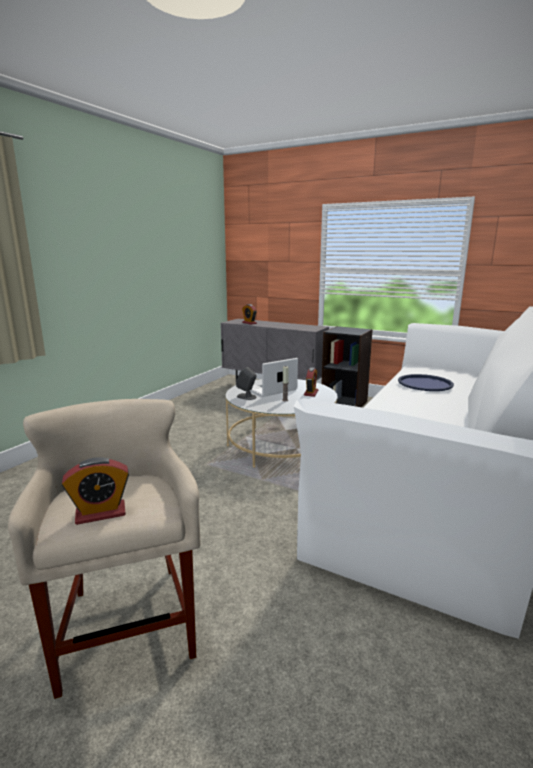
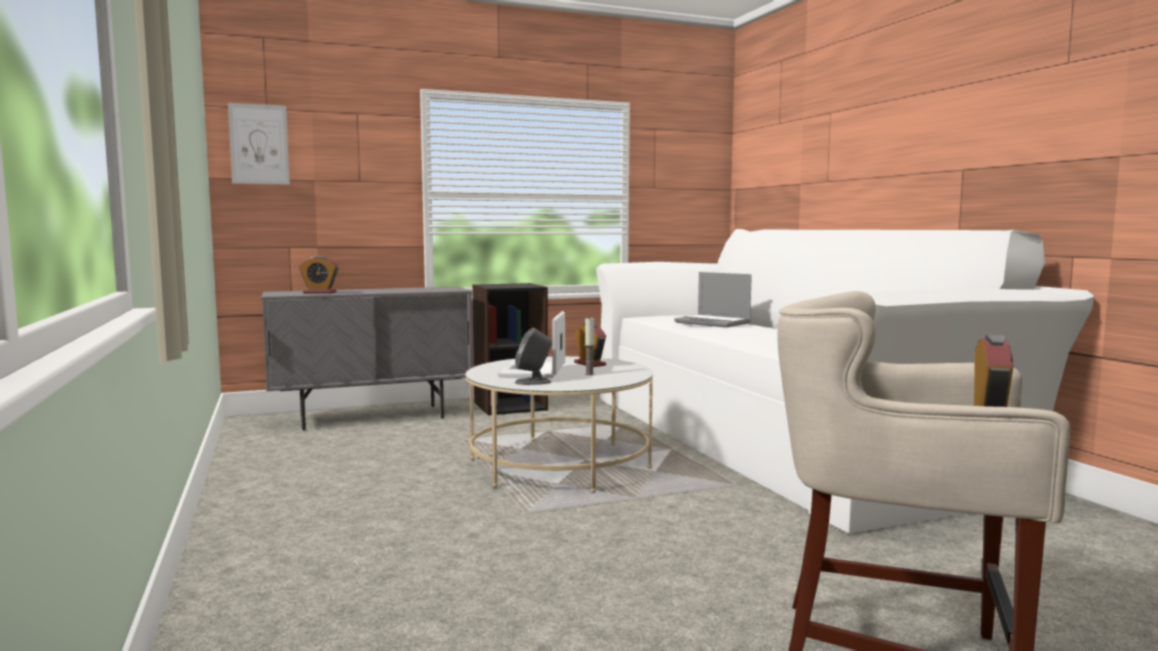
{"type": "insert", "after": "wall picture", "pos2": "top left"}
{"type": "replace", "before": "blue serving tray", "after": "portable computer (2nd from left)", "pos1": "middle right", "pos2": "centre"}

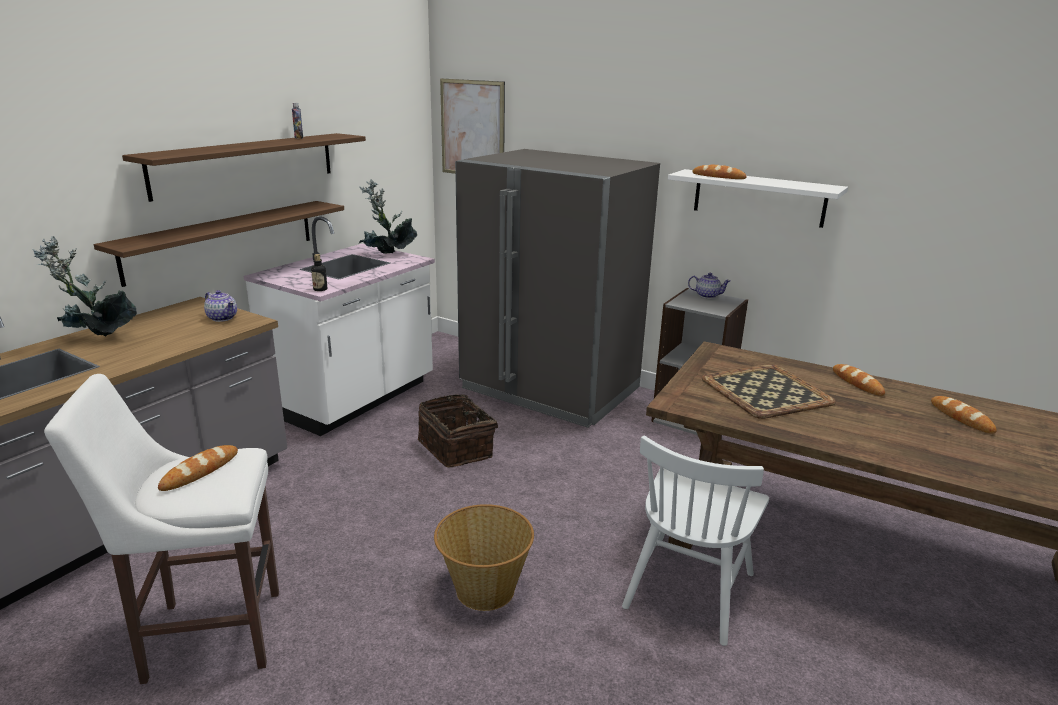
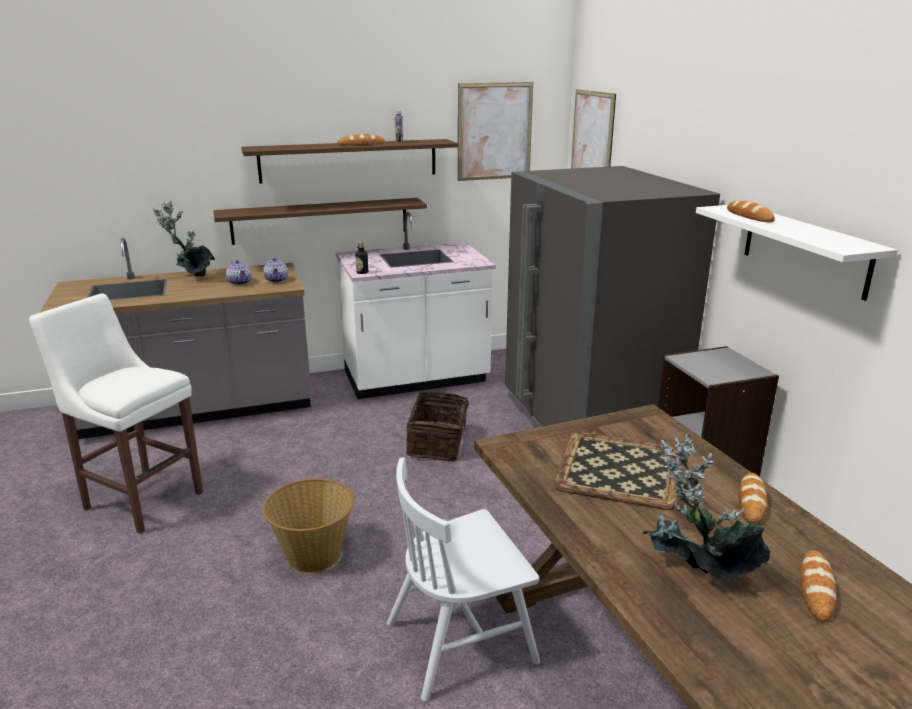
{"type": "move", "before": "tea pot (2nd from left in the first image)", "after": "tea pot (1st from left)", "pos1": "middle right", "pos2": "middle left"}
{"type": "move", "before": "baked bread (1st from left)", "pos1": "middle left", "pos2": "top centre"}
{"type": "insert", "after": "wall picture (1st from left)", "pos2": "top centre"}
{"type": "move", "before": "plant in a pot (2nd from left)", "pos1": "top centre", "pos2": "bottom right"}

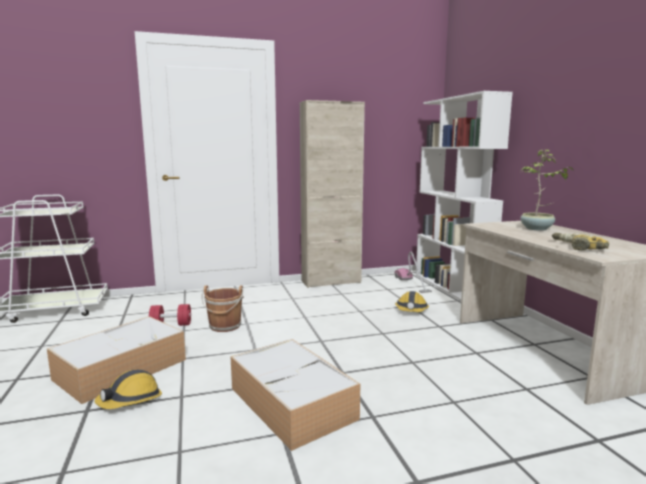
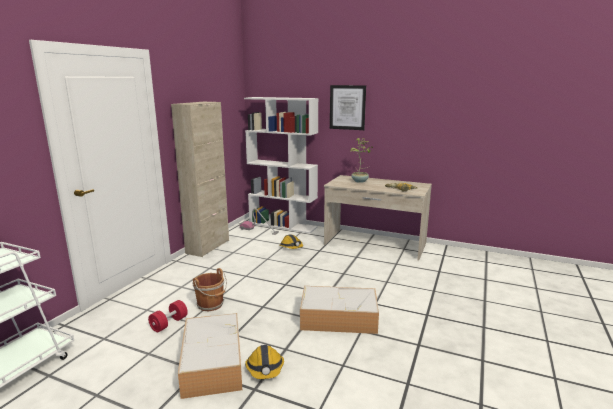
{"type": "insert", "after": "wall picture", "pos2": "top centre"}

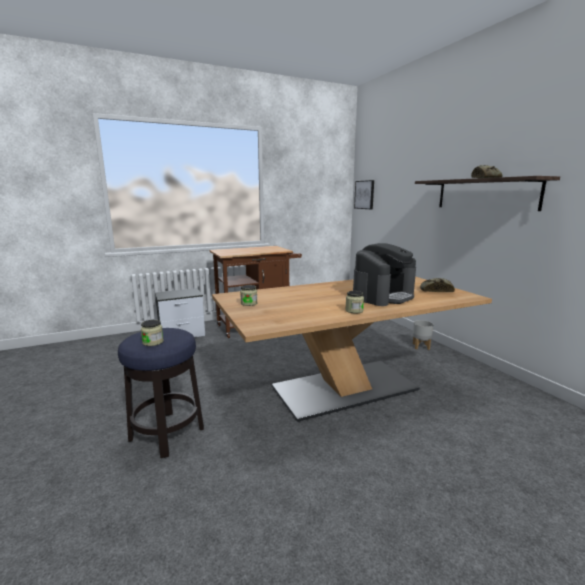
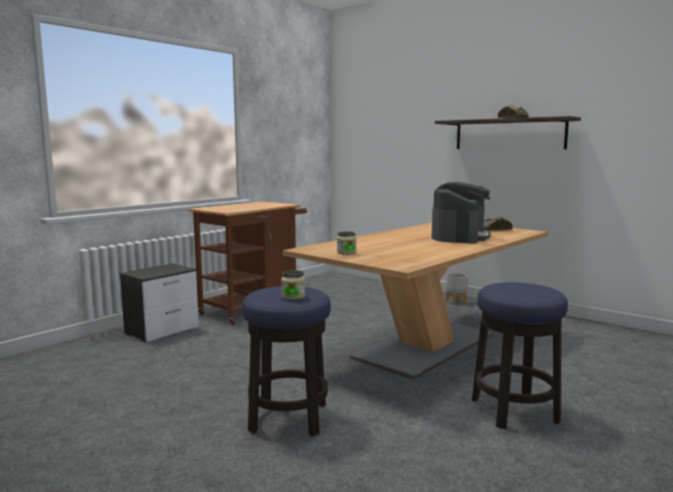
{"type": "insert", "after": "stool (2nd from left)", "pos2": "bottom right"}
{"type": "delete", "before": "jar (3rd from left)", "pos1": "centre"}
{"type": "delete", "before": "wall picture", "pos1": "top centre"}

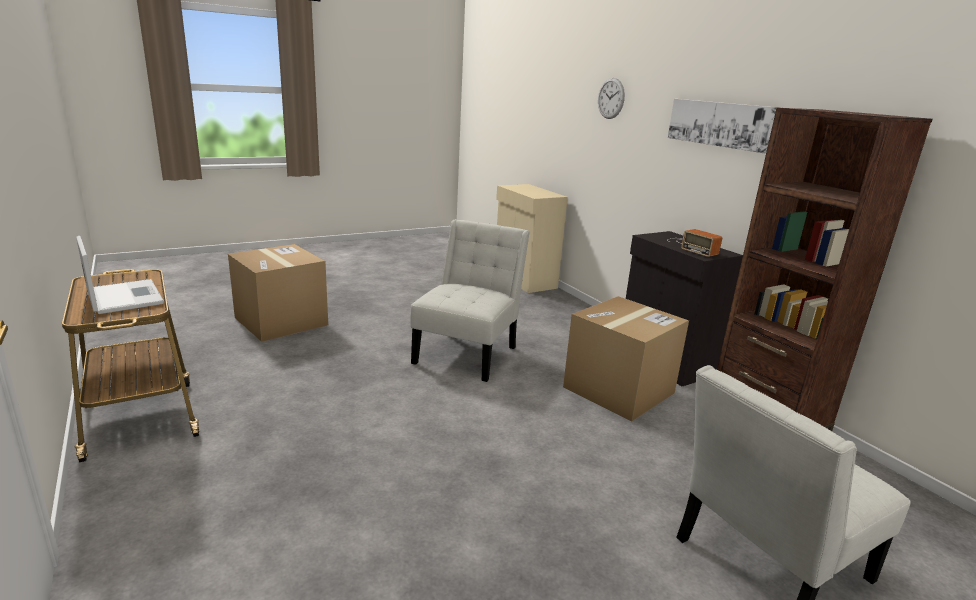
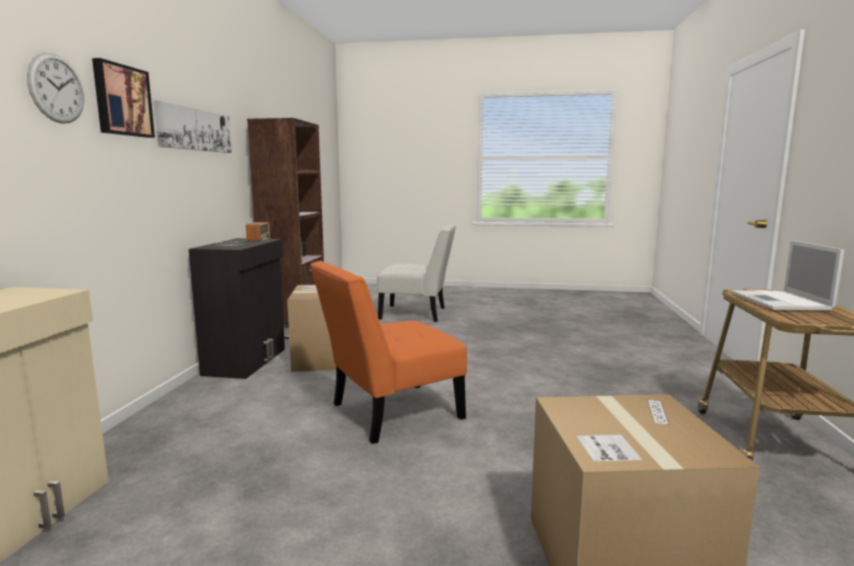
{"type": "insert", "after": "wall picture (1st from left)", "pos2": "top left"}
{"type": "recolor", "before": "whitish chair (1st from left)", "after": "orange chair", "pos1": "centre", "pos2": "centre"}

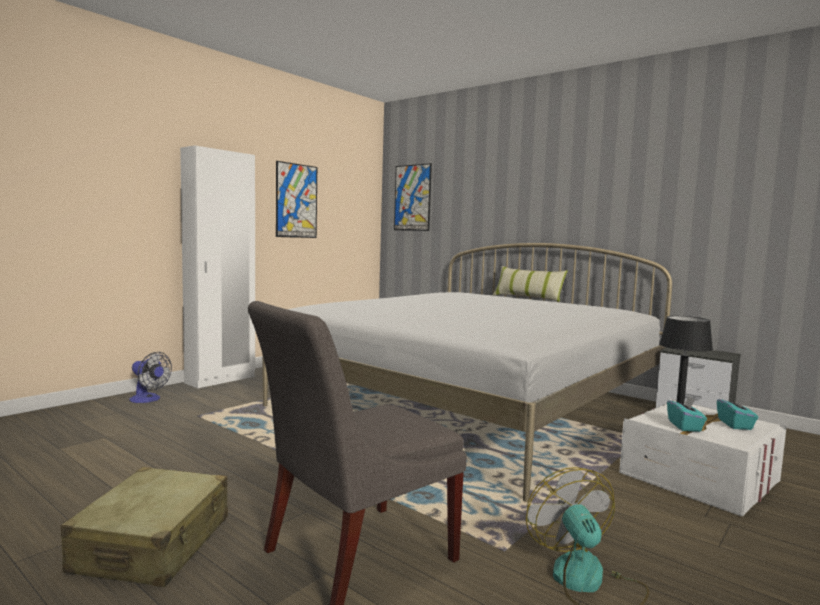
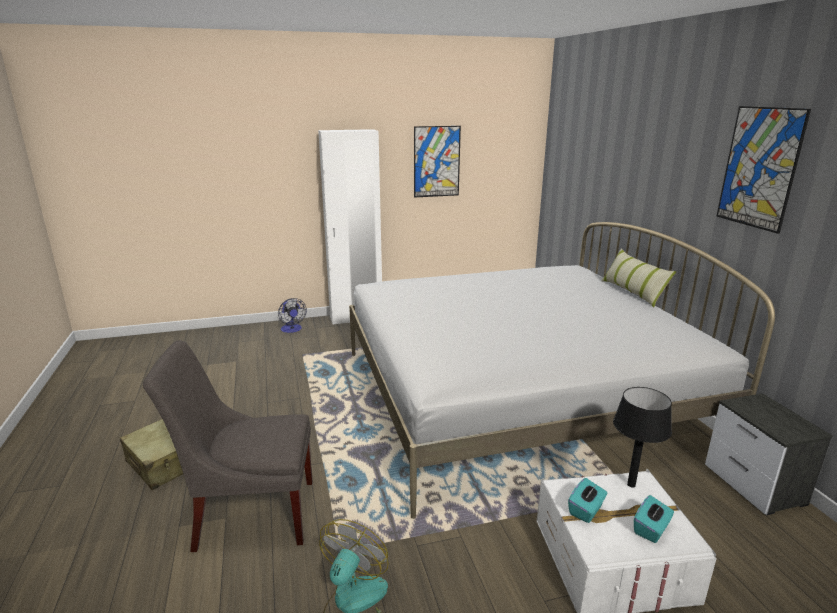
{"type": "move", "before": "wall picture (2nd from left)", "pos1": "top centre", "pos2": "top right"}

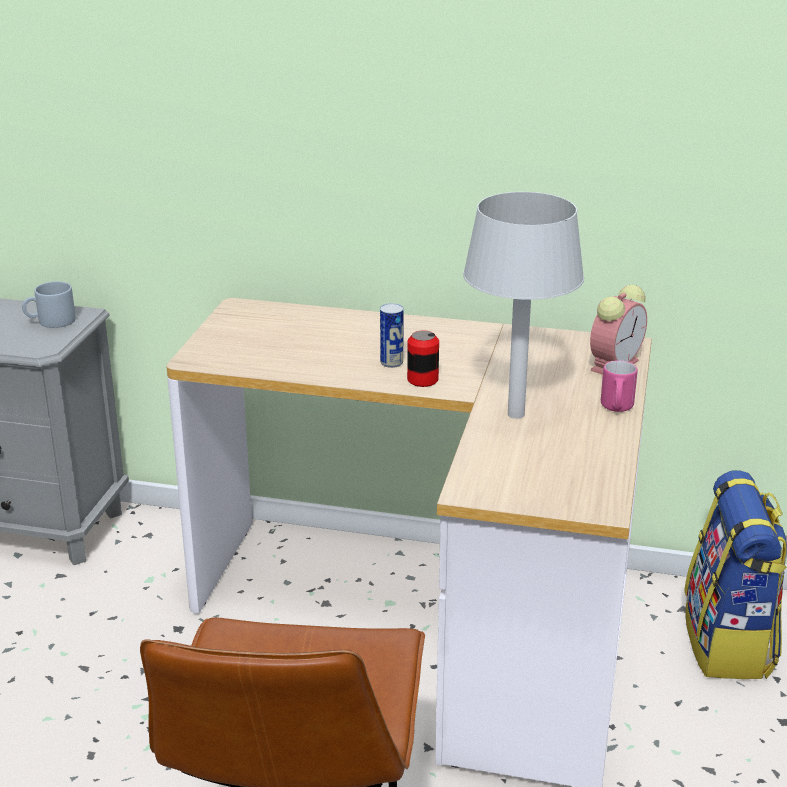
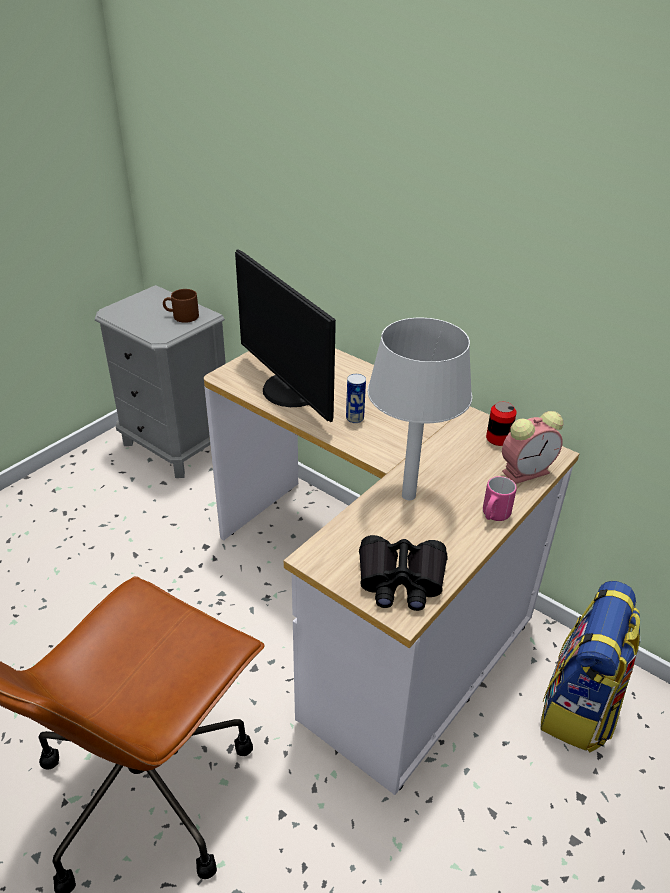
{"type": "recolor", "before": "grey coffee mug", "after": "brown-coloured coffee mug", "pos1": "middle left", "pos2": "middle left"}
{"type": "insert", "after": "monitor", "pos2": "centre"}
{"type": "insert", "after": "black pair of binoculars", "pos2": "centre"}
{"type": "move", "before": "metal can (2nd from left)", "pos1": "centre", "pos2": "middle right"}

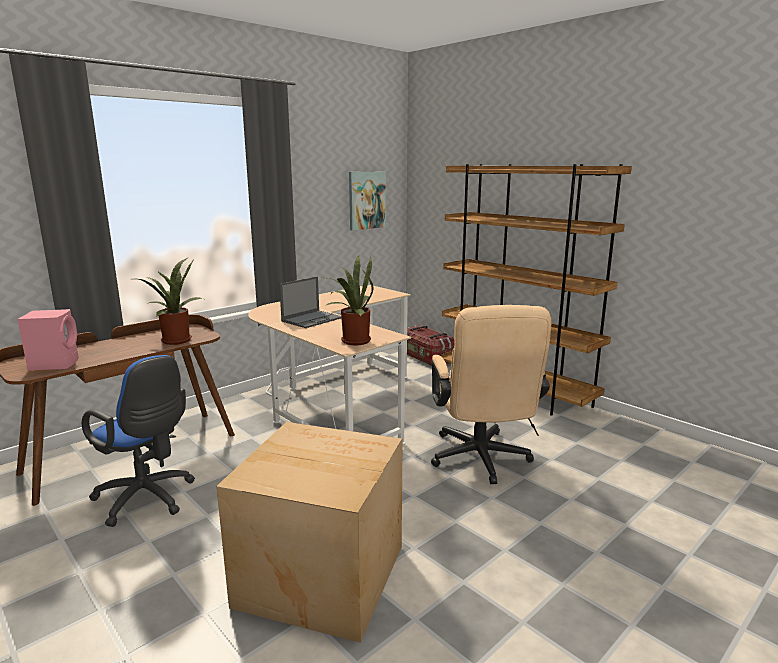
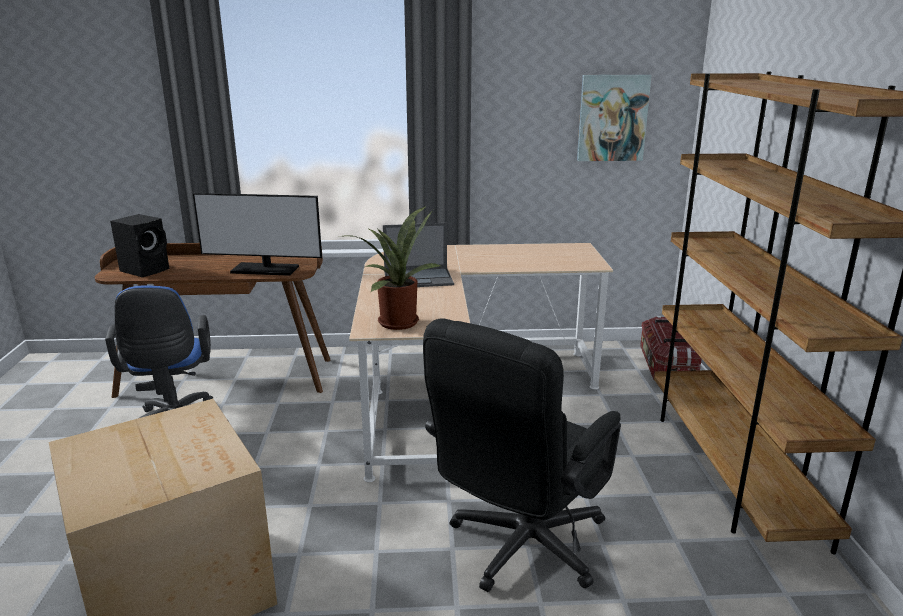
{"type": "recolor", "before": "pinkish audio speaker", "after": "black audio speaker", "pos1": "middle left", "pos2": "middle left"}
{"type": "replace", "before": "plant in a pot (1st from left)", "after": "monitor", "pos1": "middle left", "pos2": "middle left"}
{"type": "recolor", "before": "beige desk chair", "after": "black desk chair", "pos1": "centre", "pos2": "bottom centre"}

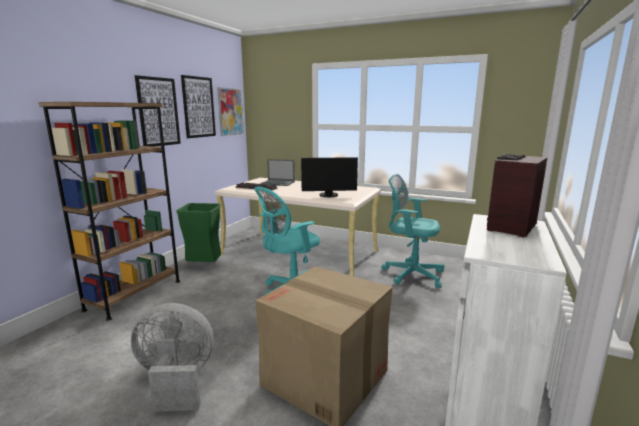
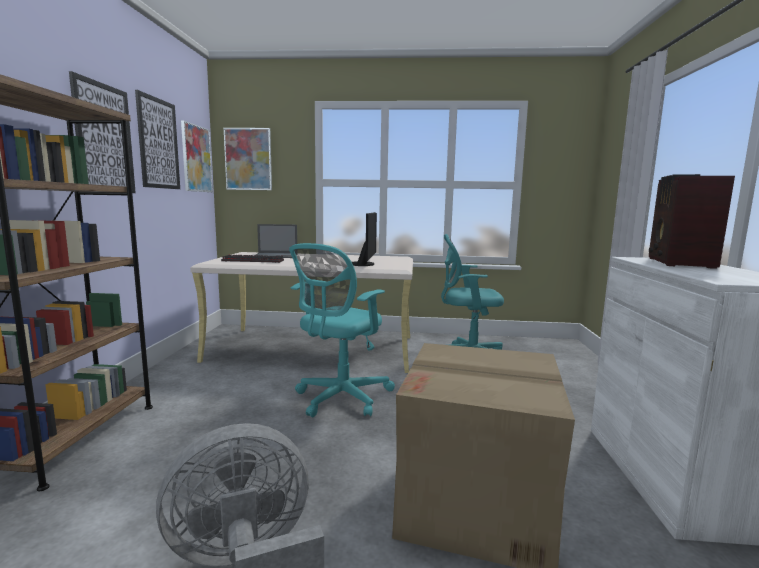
{"type": "insert", "after": "wall picture (4th from left)", "pos2": "top left"}
{"type": "rotate", "before": "monitor", "pos1": "centre", "pos2": "centre", "turn": -60}
{"type": "delete", "before": "greenish waste bin", "pos1": "middle left"}

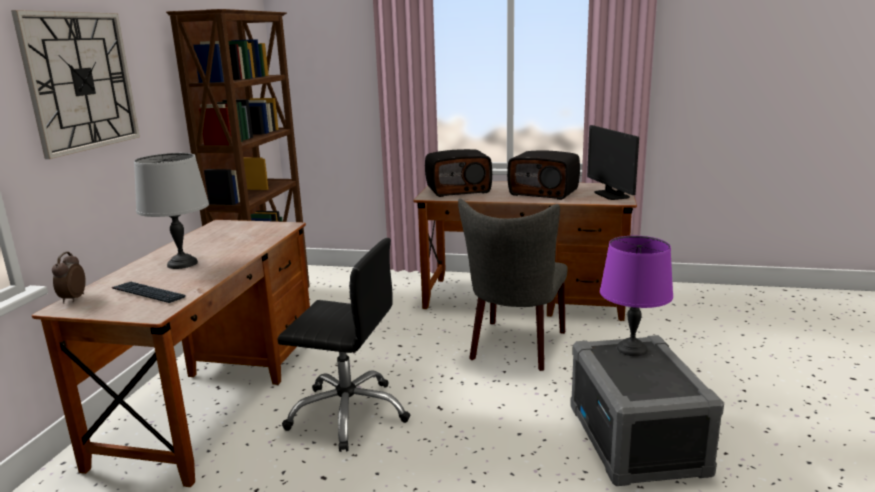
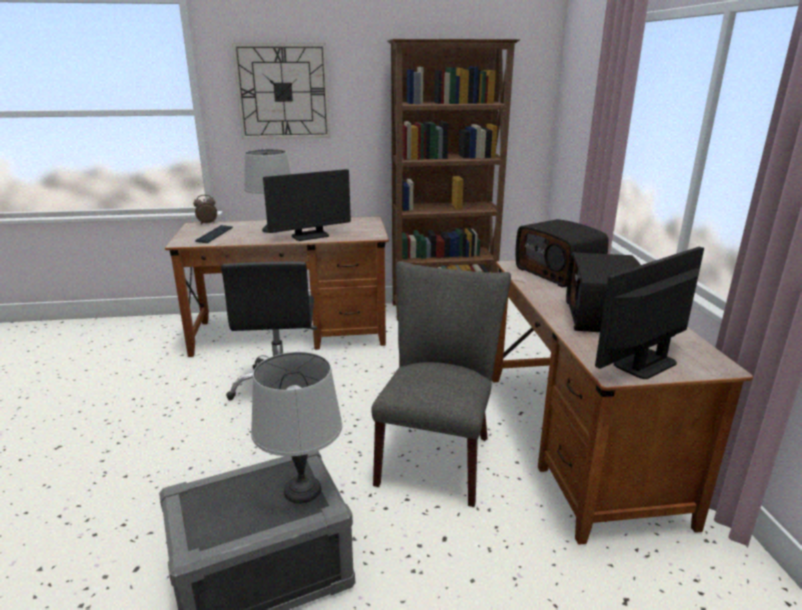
{"type": "recolor", "before": "purple-coloured table lamp", "after": "grey table lamp (2nd from left)", "pos1": "middle right", "pos2": "bottom centre"}
{"type": "insert", "after": "monitor (1st from left)", "pos2": "centre"}
{"type": "rotate", "before": "grey chair", "pos1": "centre", "pos2": "centre", "turn": 105}

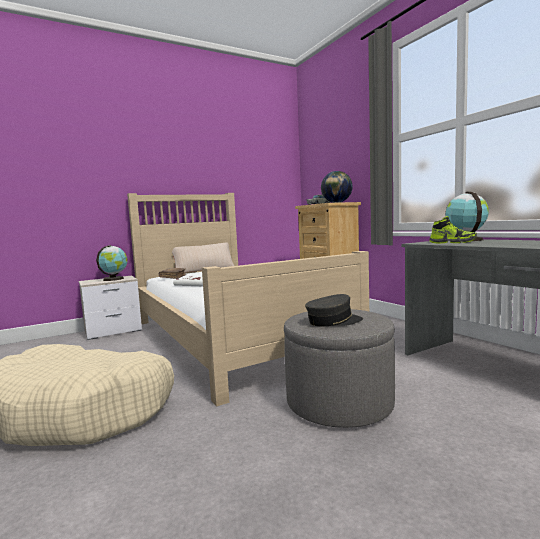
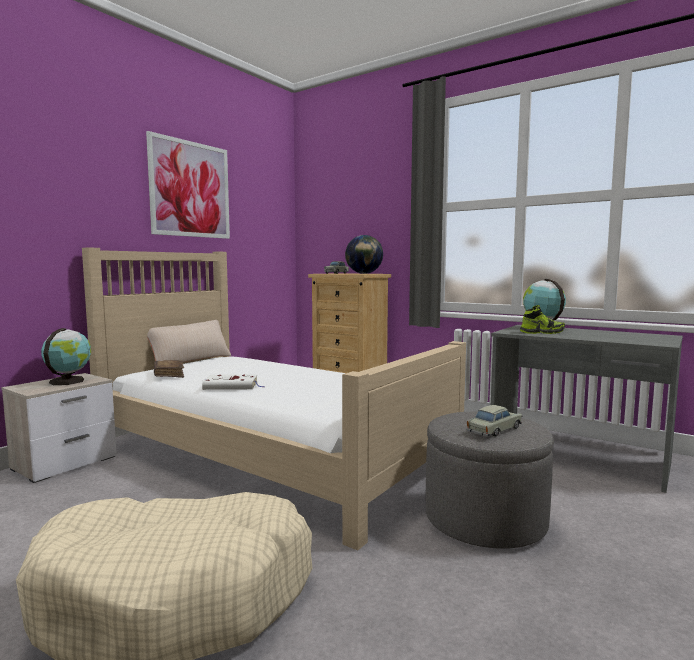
{"type": "insert", "after": "wall picture", "pos2": "top left"}
{"type": "replace", "before": "grey cap", "after": "beige toy car (2nd from left)", "pos1": "centre", "pos2": "middle right"}

